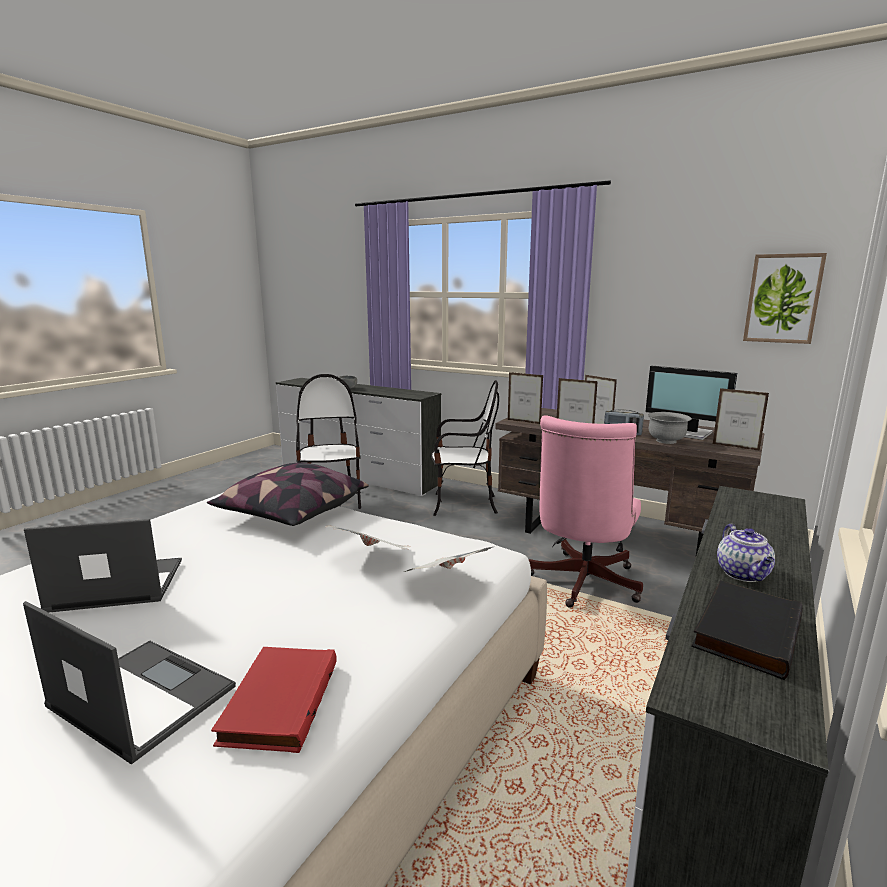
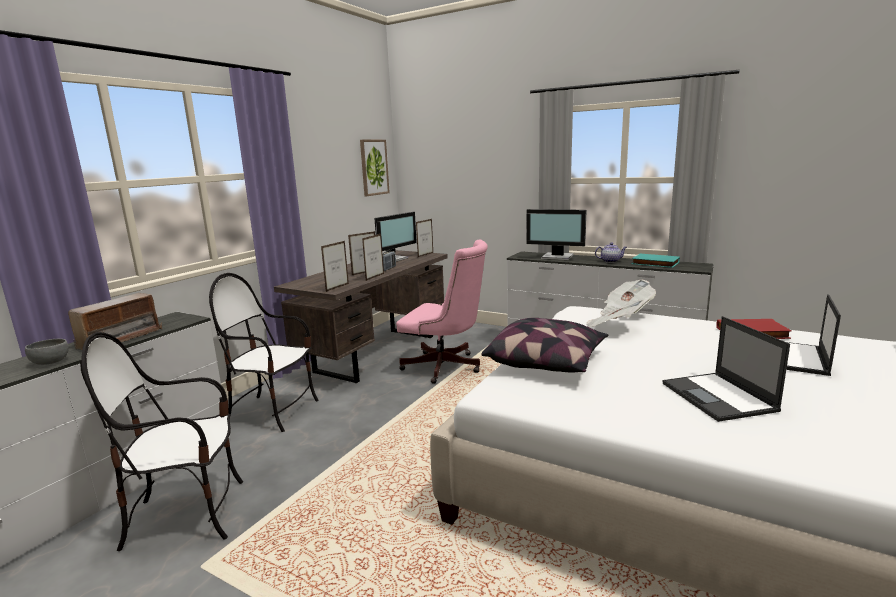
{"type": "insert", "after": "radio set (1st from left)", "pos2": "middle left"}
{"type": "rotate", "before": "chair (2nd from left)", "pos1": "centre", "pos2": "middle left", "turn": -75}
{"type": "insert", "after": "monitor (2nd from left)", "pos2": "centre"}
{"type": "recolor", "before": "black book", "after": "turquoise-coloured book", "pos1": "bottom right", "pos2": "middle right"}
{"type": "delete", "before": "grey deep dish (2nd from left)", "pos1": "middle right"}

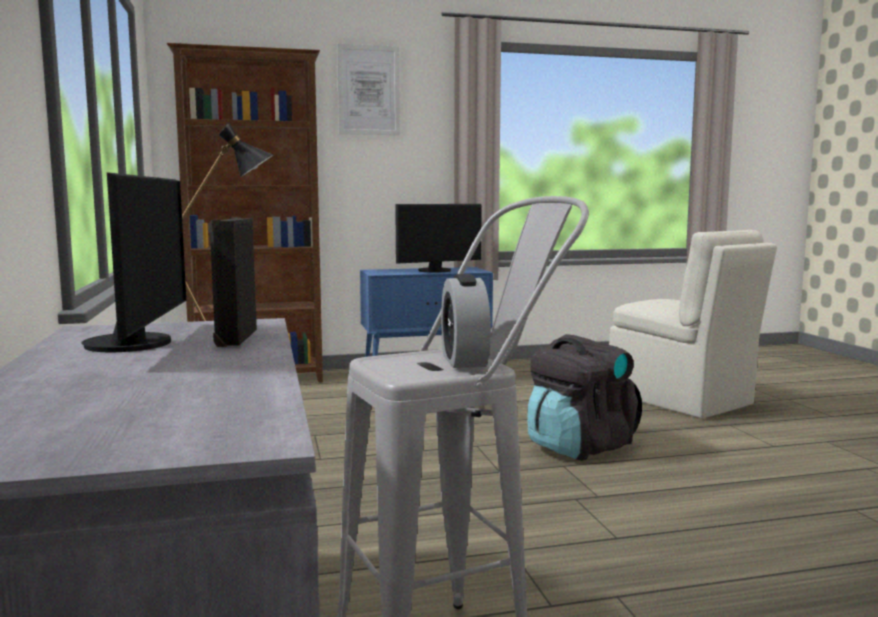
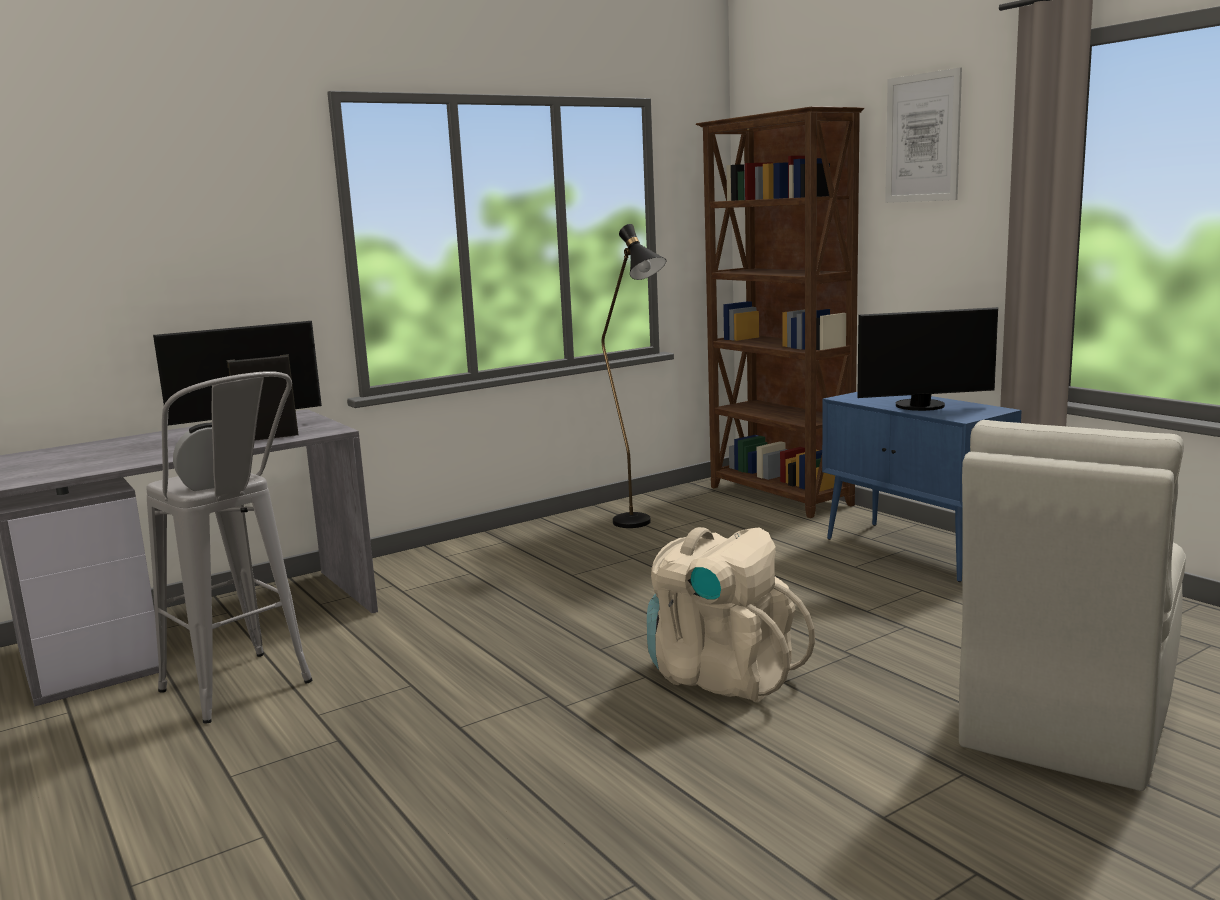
{"type": "recolor", "before": "black rucksack", "after": "beige rucksack", "pos1": "centre", "pos2": "bottom centre"}
{"type": "rotate", "before": "monitor (2nd from left)", "pos1": "centre", "pos2": "middle right", "turn": -45}

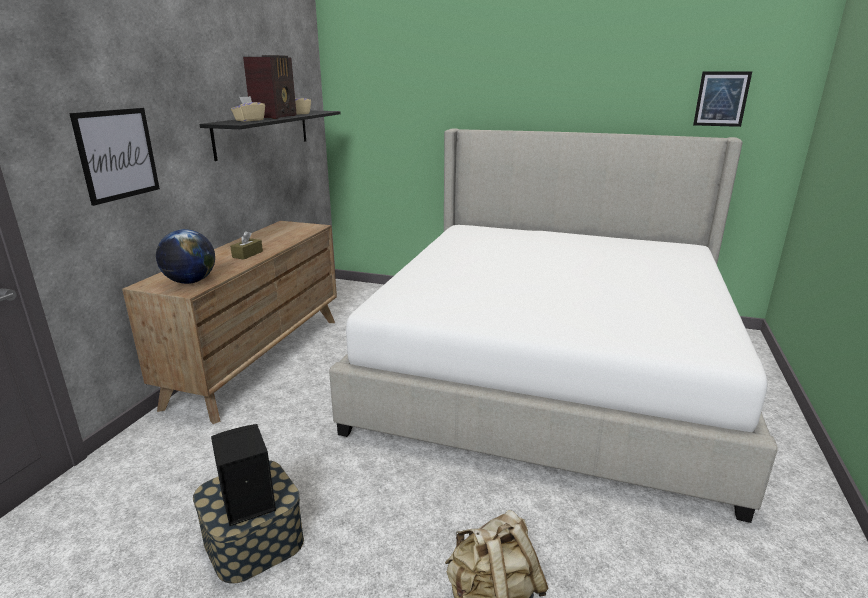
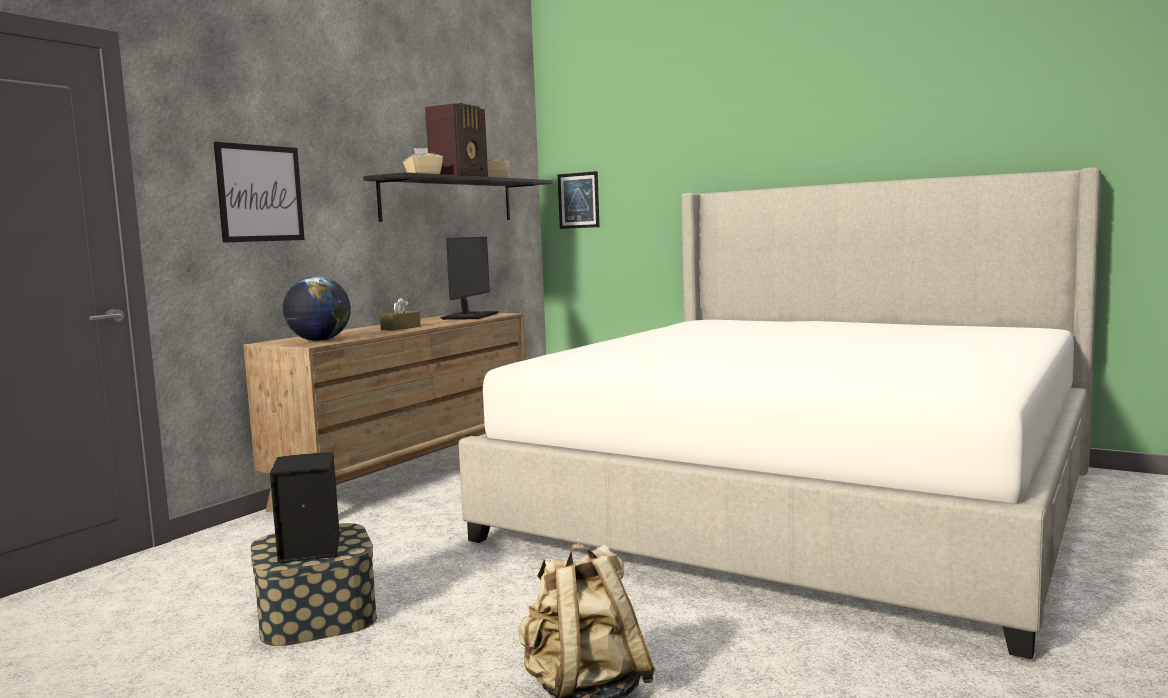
{"type": "insert", "after": "monitor", "pos2": "centre"}
{"type": "move", "before": "wall picture (2nd from left)", "pos1": "top right", "pos2": "top centre"}

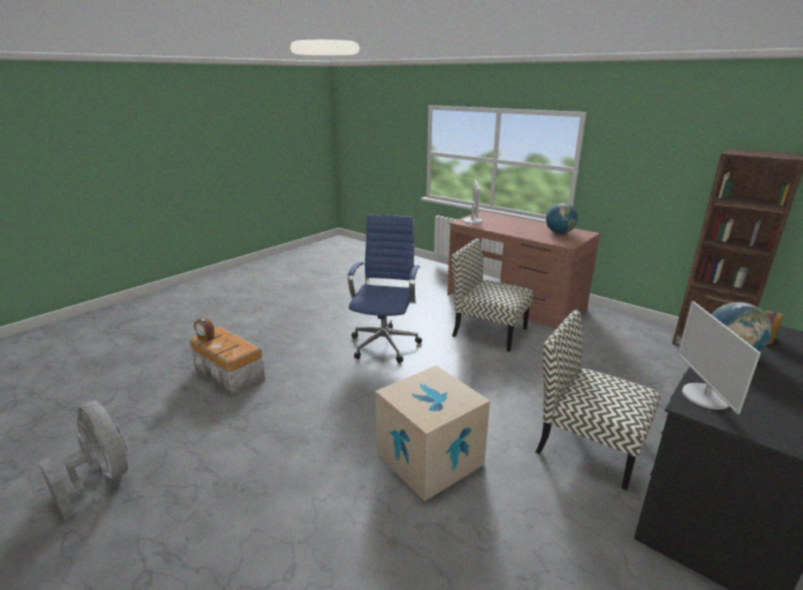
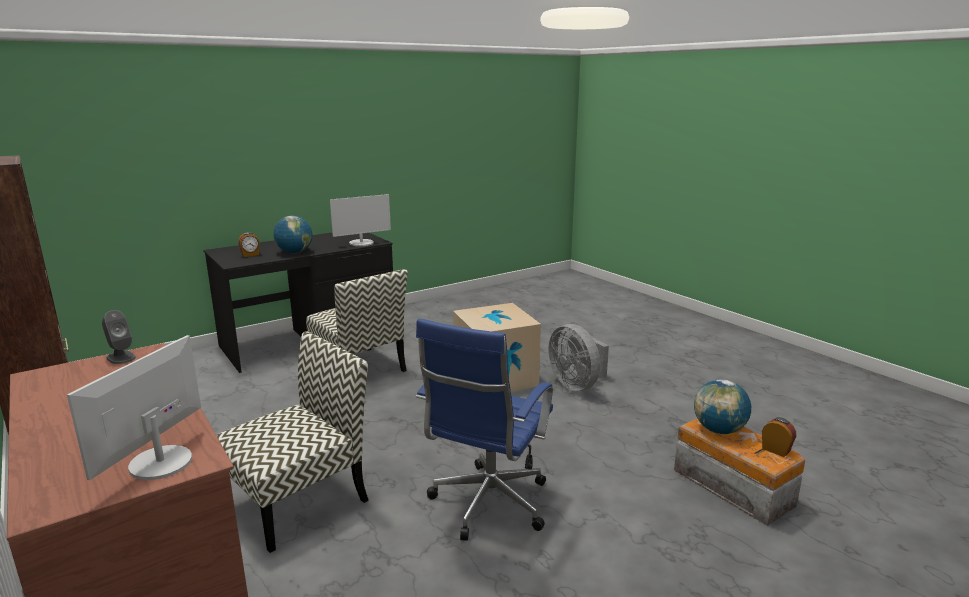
{"type": "insert", "after": "grey audio speaker", "pos2": "middle left"}
{"type": "rotate", "before": "chair (1st from left)", "pos1": "centre", "pos2": "bottom left", "turn": -90}
{"type": "rotate", "before": "monitor (2nd from left)", "pos1": "middle right", "pos2": "centre", "turn": 45}
{"type": "move", "before": "grey cooling fan", "pos1": "bottom left", "pos2": "centre"}
{"type": "move", "before": "globe (1st from left in the first image)", "after": "globe (2nd from left)", "pos1": "middle right", "pos2": "bottom right"}

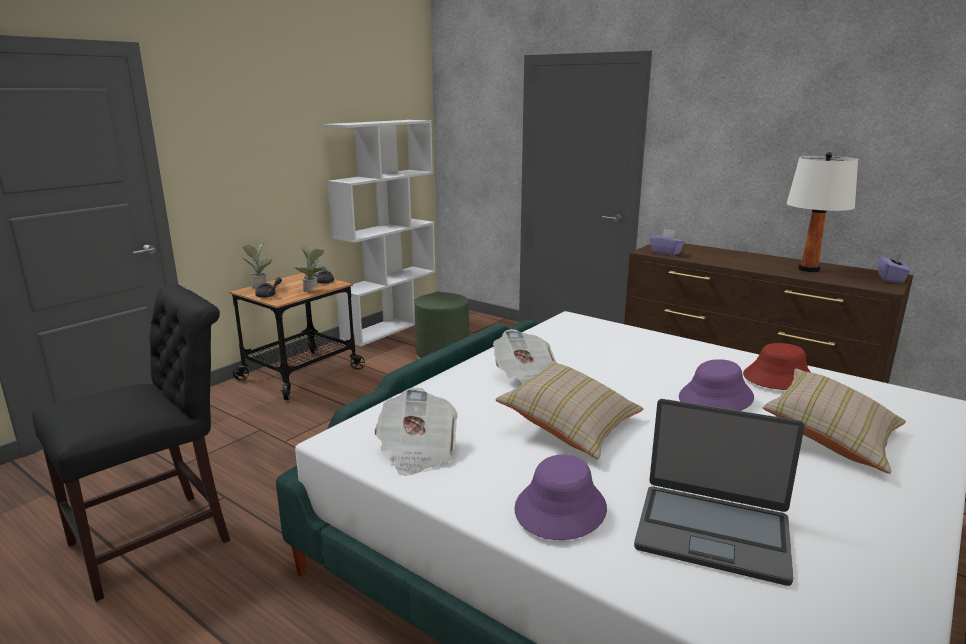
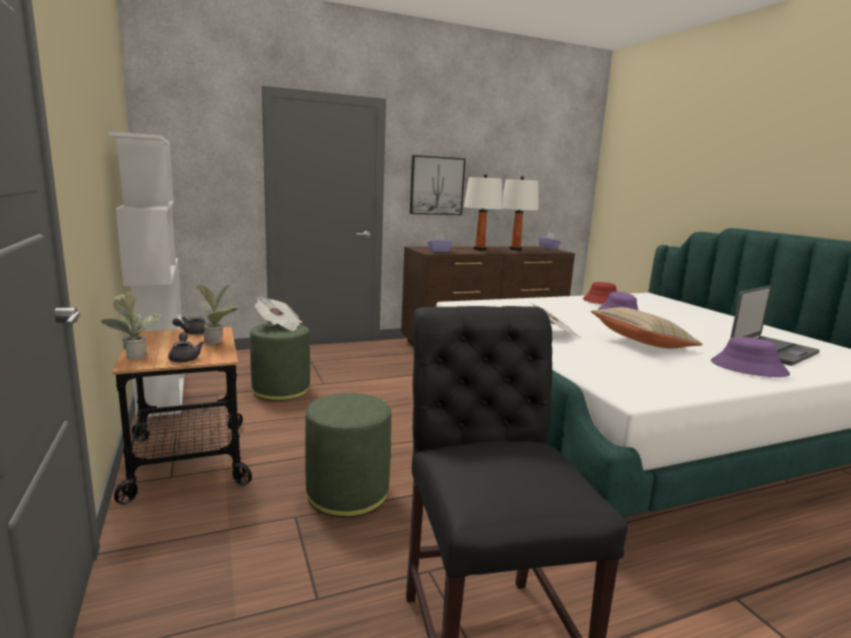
{"type": "move", "before": "daily paper (1st from left)", "pos1": "bottom centre", "pos2": "middle left"}
{"type": "insert", "after": "greenish pouffe (2nd from left)", "pos2": "bottom centre"}
{"type": "insert", "after": "wall picture", "pos2": "top centre"}
{"type": "insert", "after": "whitish table lamp (1st from left)", "pos2": "top centre"}
{"type": "delete", "before": "beige pillow (2nd from left)", "pos1": "middle right"}

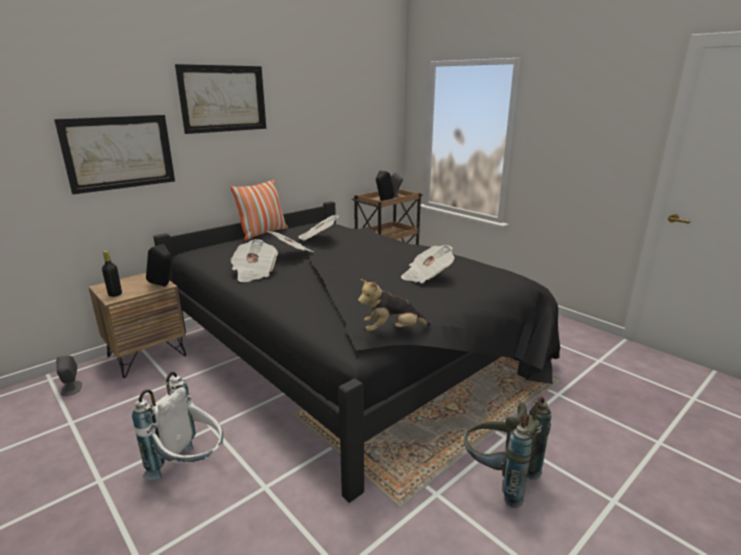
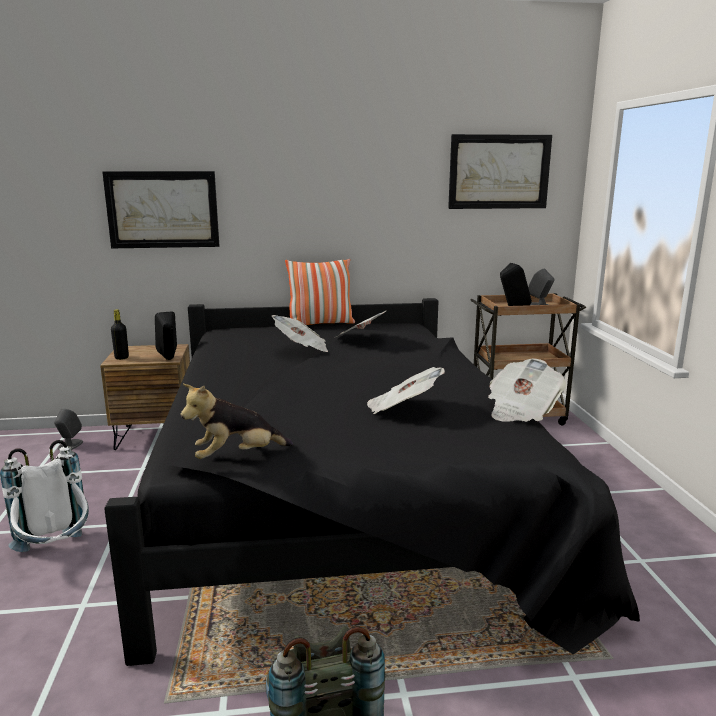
{"type": "rotate", "before": "soft toy", "pos1": "centre", "pos2": "middle left", "turn": -45}
{"type": "move", "before": "wall picture (2nd from left)", "pos1": "top left", "pos2": "top right"}
{"type": "move", "before": "daily paper (1st from left in the first image)", "after": "daily paper (4th from left)", "pos1": "centre", "pos2": "middle right"}

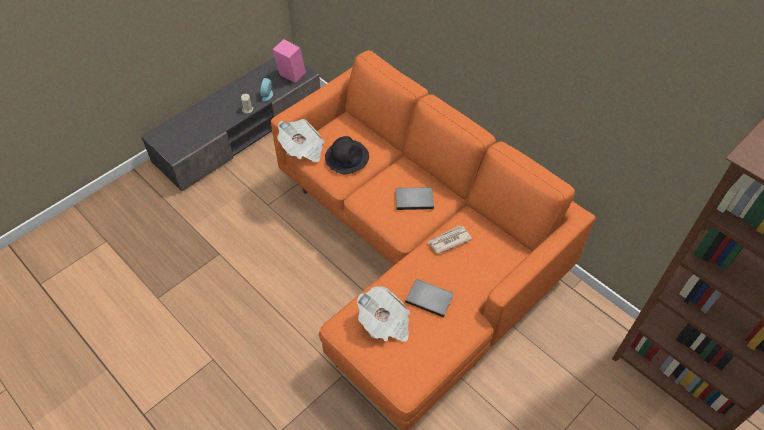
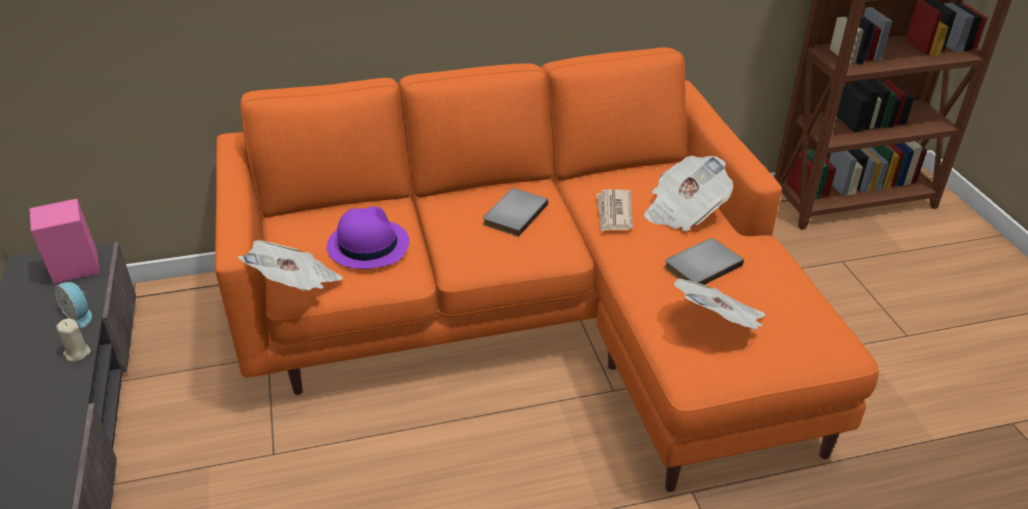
{"type": "recolor", "before": "black clothing hat", "after": "purple-coloured clothing hat", "pos1": "centre", "pos2": "centre"}
{"type": "insert", "after": "daily paper (3rd from left)", "pos2": "middle right"}

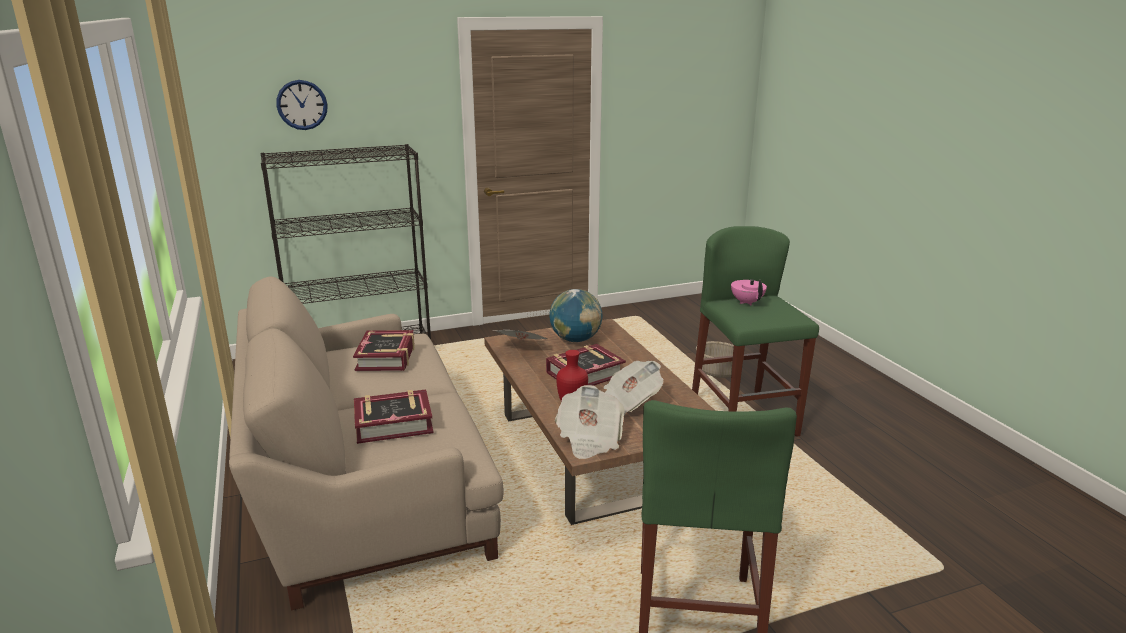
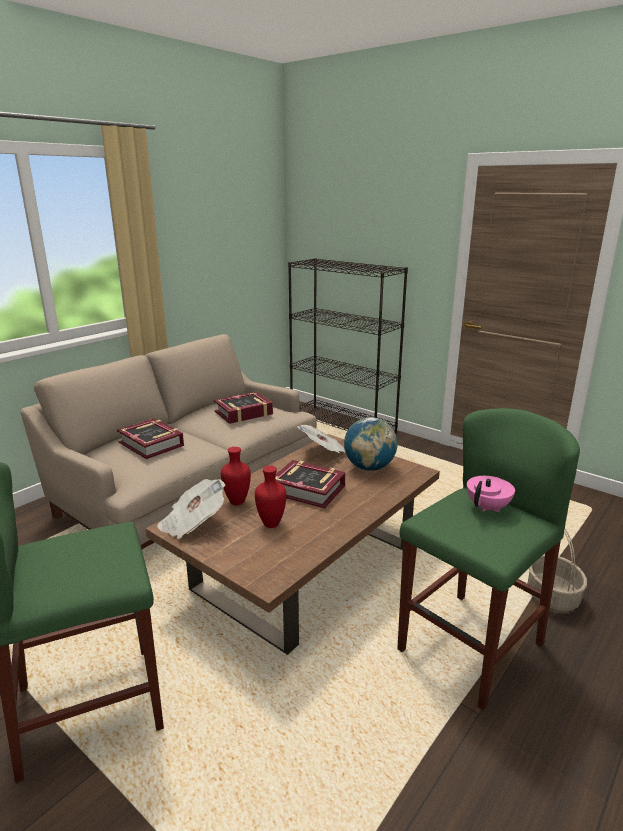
{"type": "replace", "before": "daily paper (3rd from left)", "after": "red vase (2nd from left)", "pos1": "centre", "pos2": "centre"}
{"type": "delete", "before": "clock on the wall", "pos1": "top left"}

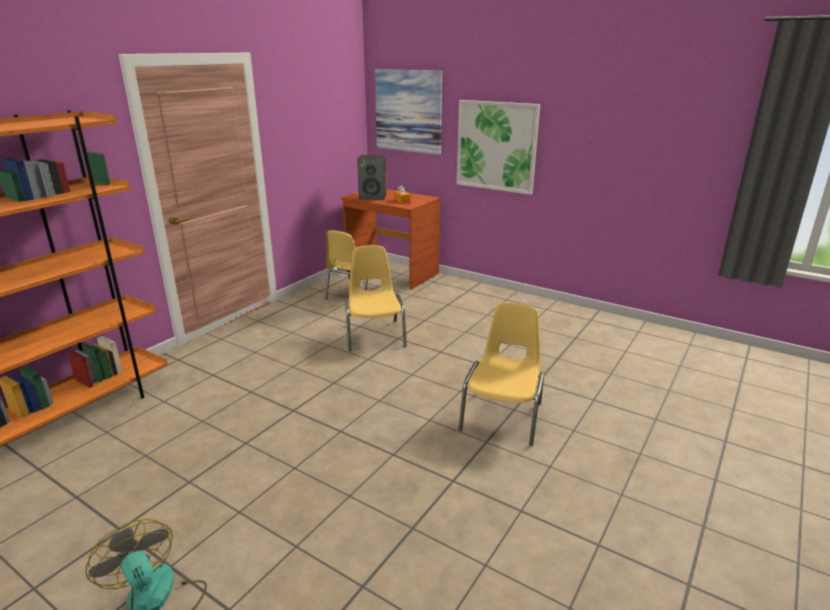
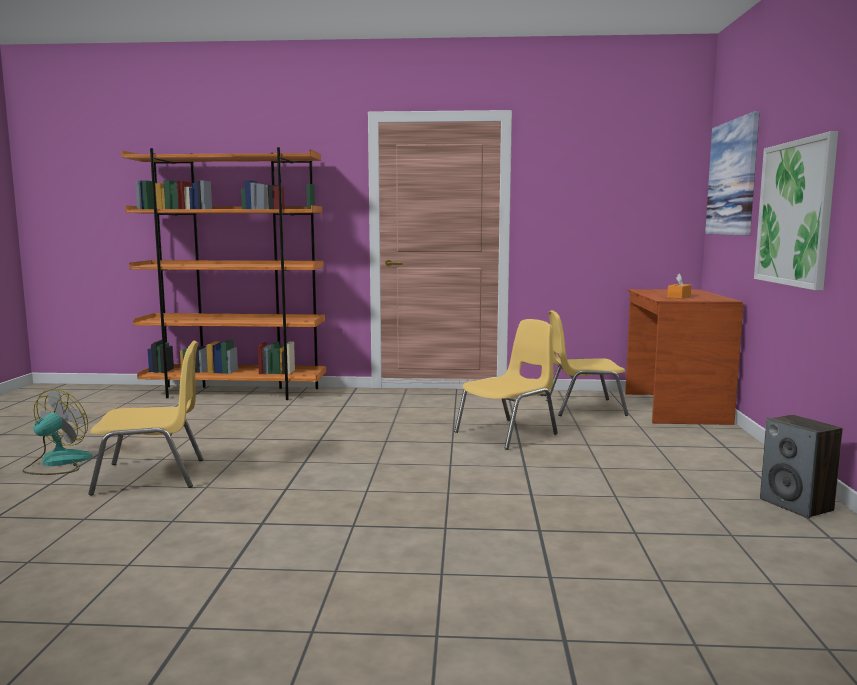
{"type": "move", "before": "yellowish chair (3rd from left in the first image)", "after": "yellowish chair (1st from left)", "pos1": "centre", "pos2": "middle left"}
{"type": "move", "before": "audio speaker", "pos1": "top centre", "pos2": "bottom right"}

